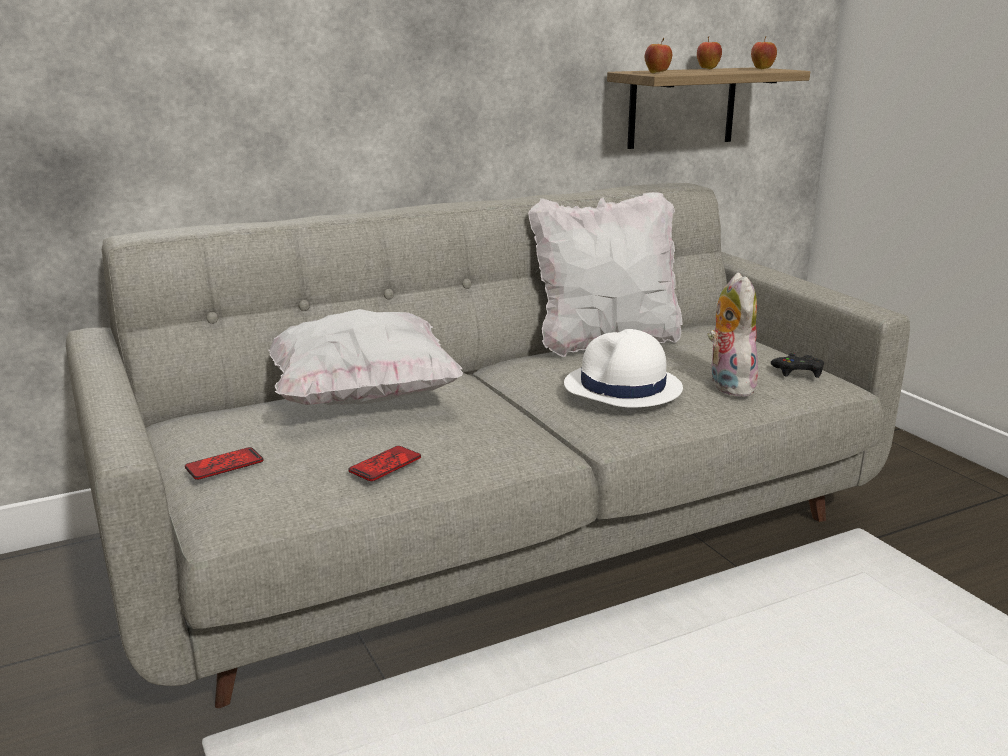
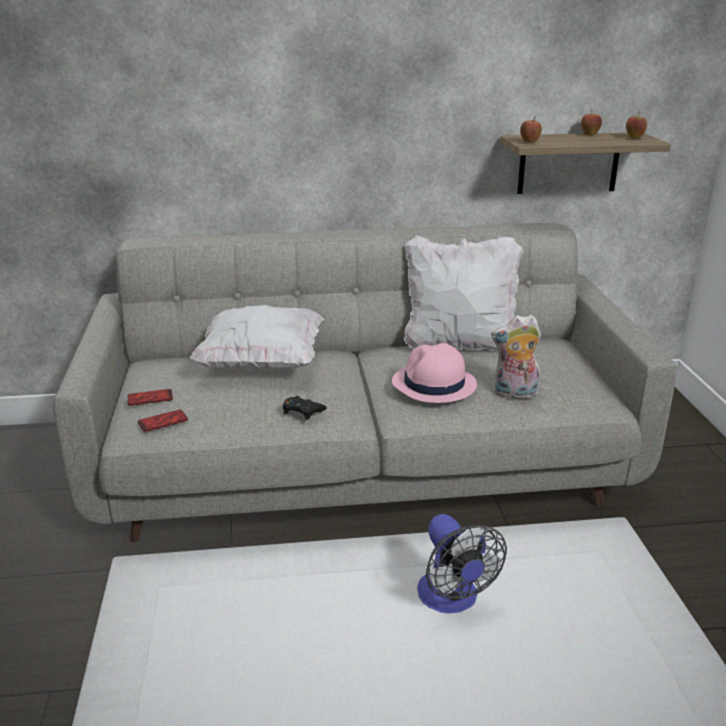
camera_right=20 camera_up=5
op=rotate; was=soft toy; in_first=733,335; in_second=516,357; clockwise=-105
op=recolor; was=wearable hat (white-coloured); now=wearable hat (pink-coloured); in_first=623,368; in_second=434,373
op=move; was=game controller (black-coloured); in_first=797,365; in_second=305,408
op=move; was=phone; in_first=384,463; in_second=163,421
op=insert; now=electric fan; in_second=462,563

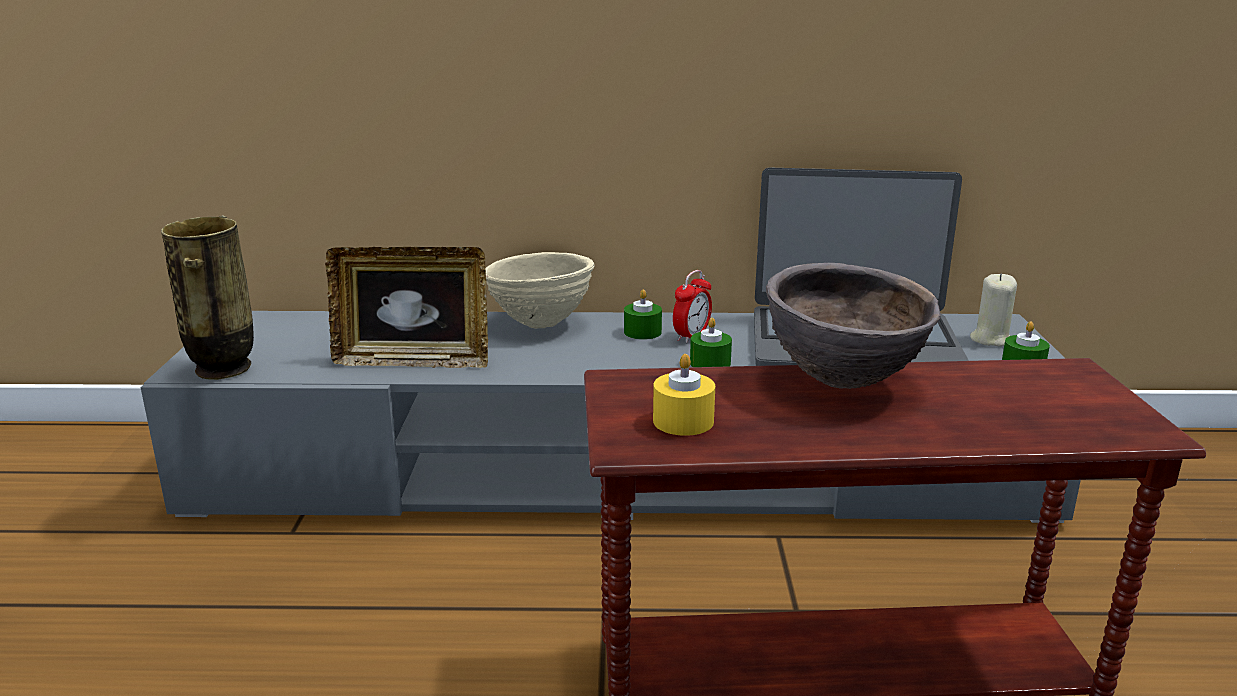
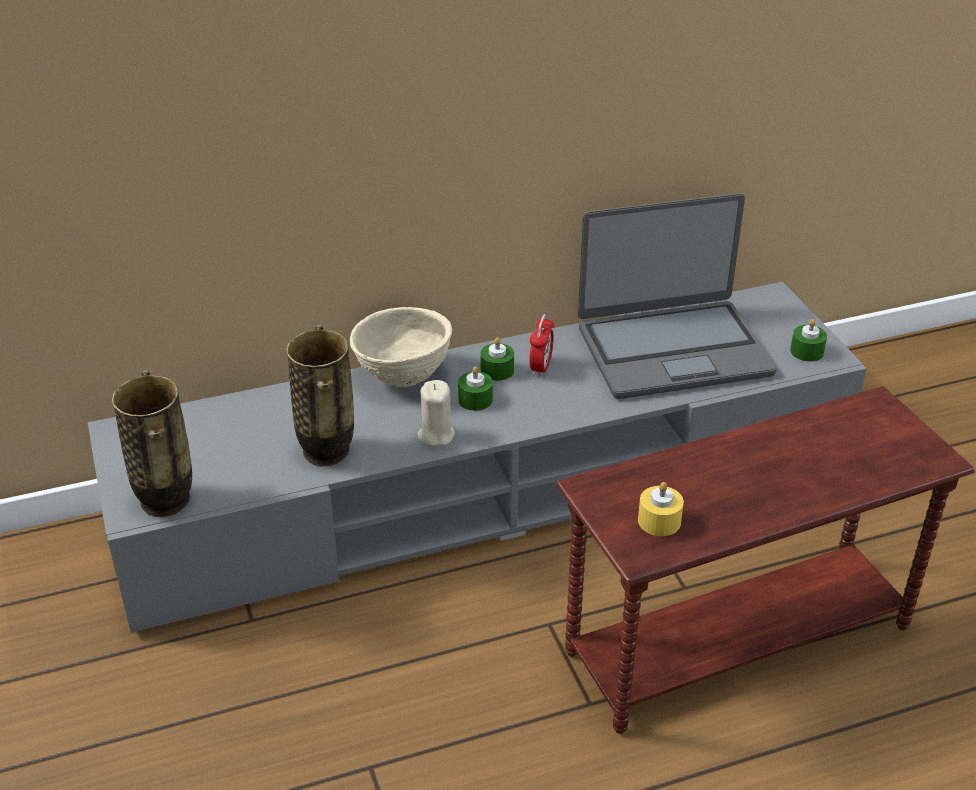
camera_right=-20 camera_up=15
op=replace; was=photo frame; now=vase; in_first=406,307; in_second=320,395
op=delete; was=bowl (brown-coloured); in_first=853,326
op=move; was=wax candle (beige); in_first=993,310; in_second=436,413
op=move; was=wax candle (green); in_first=711,342; in_second=475,388

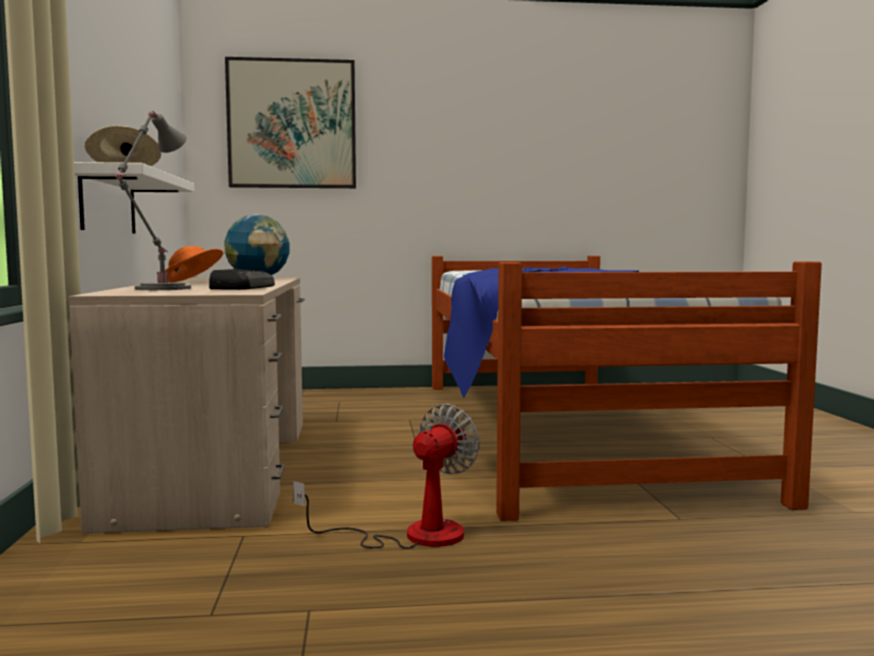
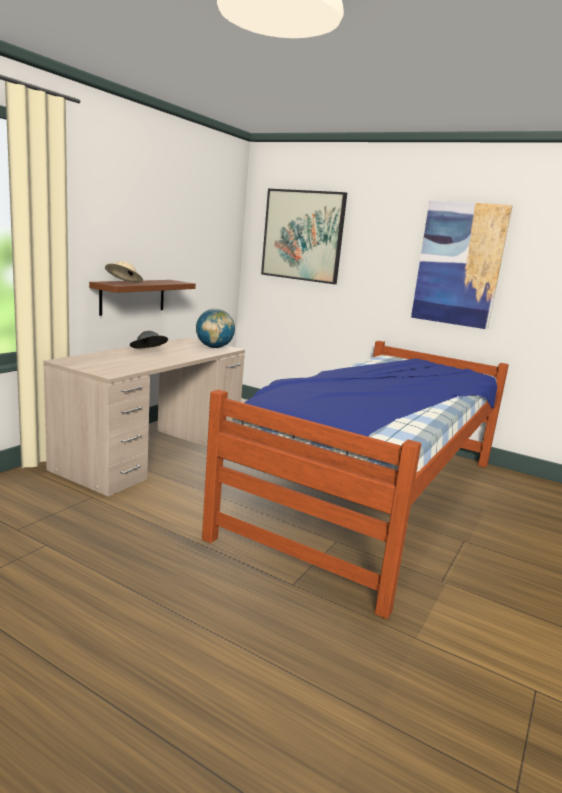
camera_right=35 camera_up=10
op=delete; was=lamp for a table (grey); in_first=153,200
op=recolor; was=bracket shelf (white-coloured); now=bracket shelf (brown-coloured); in_first=134,198; in_second=142,298
op=recolor; was=wearable hat (orange); now=wearable hat (grey); in_first=194,264; in_second=149,339
op=delete; was=radio set; in_first=242,279
op=delete; was=electric fan; in_first=386,476
op=insert; now=wall picture; in_second=462,264

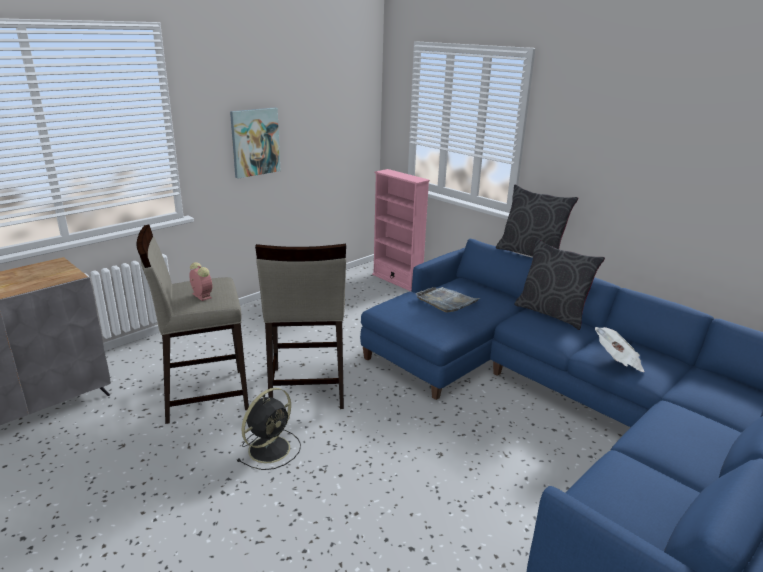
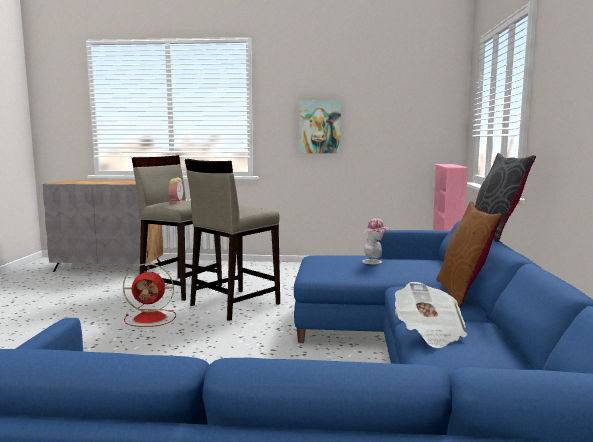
camera_right=50 camera_up=-15
op=recolor; was=cushion (grey); now=cushion (brown-coloured); in_first=559,284; in_second=469,254
op=replace; was=carrying tray (grey); now=wearable hat; in_first=447,300; in_second=376,241
op=recolor; was=electric fan (black-coloured); now=electric fan (red-coloured); in_first=269,429; in_second=149,295

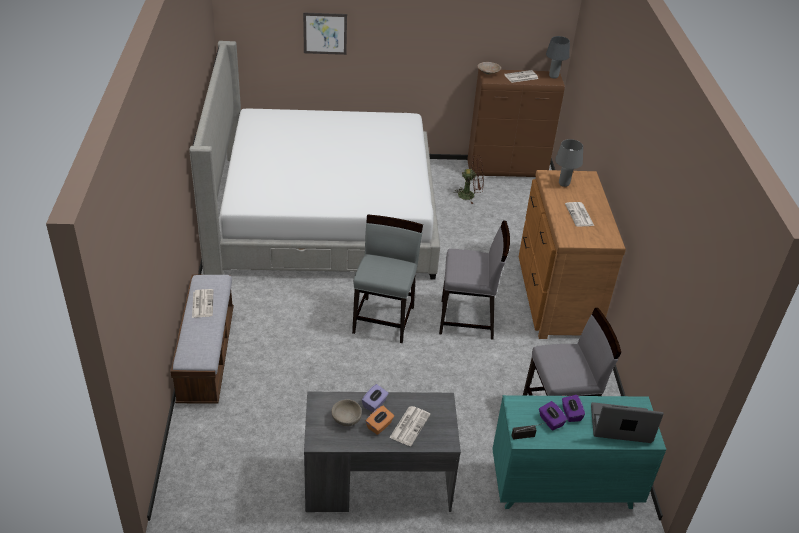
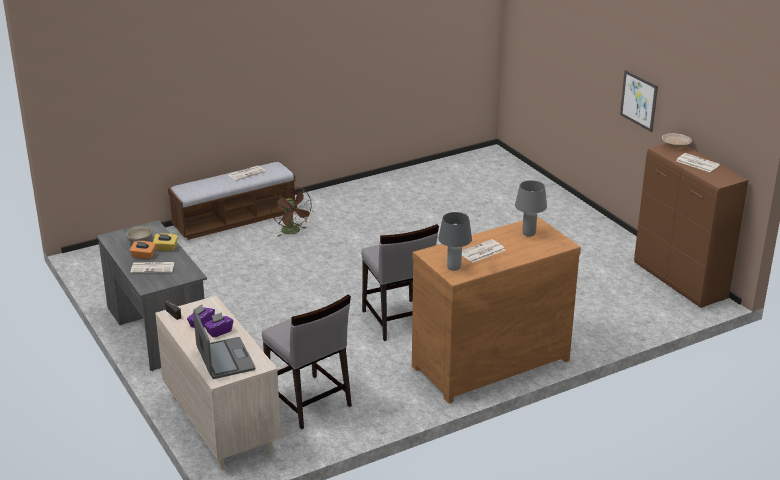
camera_right=65 camera_up=-10
op=move; was=wall picture; in_first=325,33; in_second=639,101
op=move; was=lamp for a table (grey); in_first=558,57; in_second=455,241
op=delete; was=bedroom bed; in_first=314,160
op=move; was=electric fan (brown-coloured); in_first=469,180; in_second=292,211
op=delete; was=chair (grey); in_first=387,279
op=recolor; was=tissue holder (purple-coloured); now=tissue holder (yellowish); in_first=375,398; in_second=165,242
op=recolor; was=drawer chest (blue-green); now=drawer chest (beige); in_first=579,452; in_second=218,382

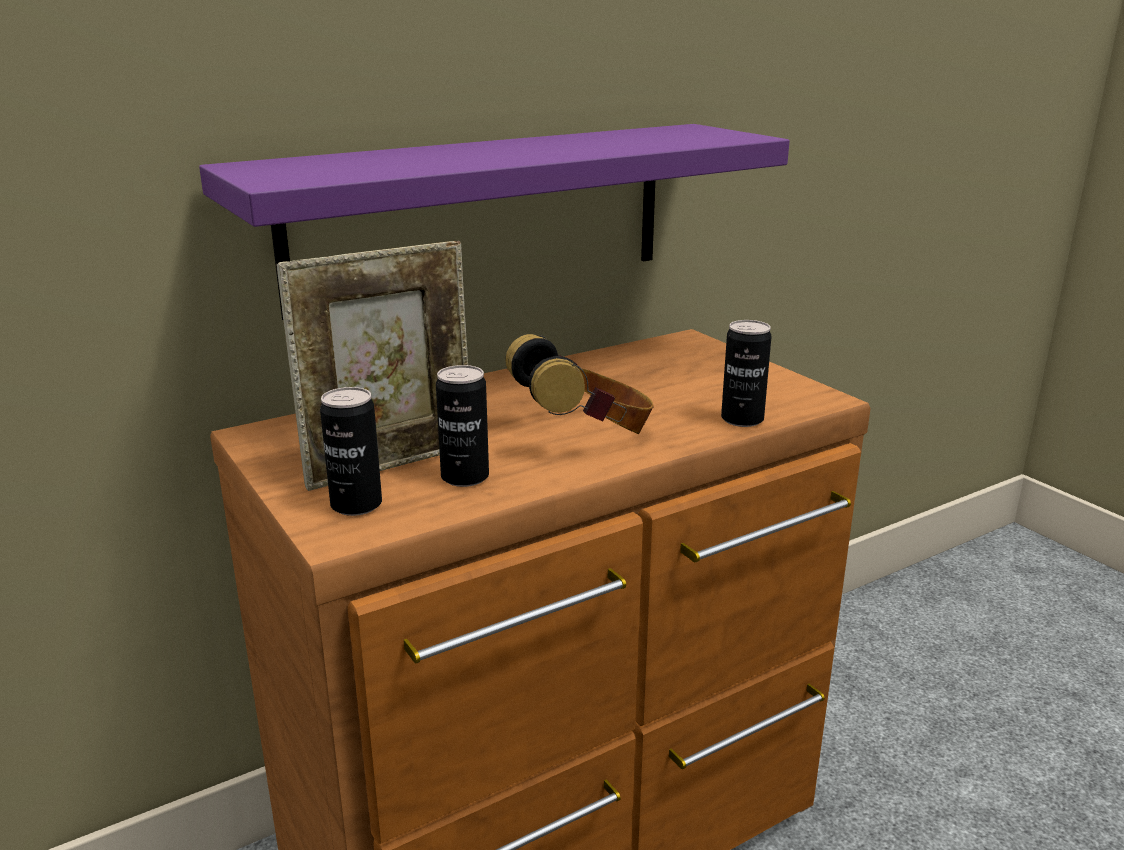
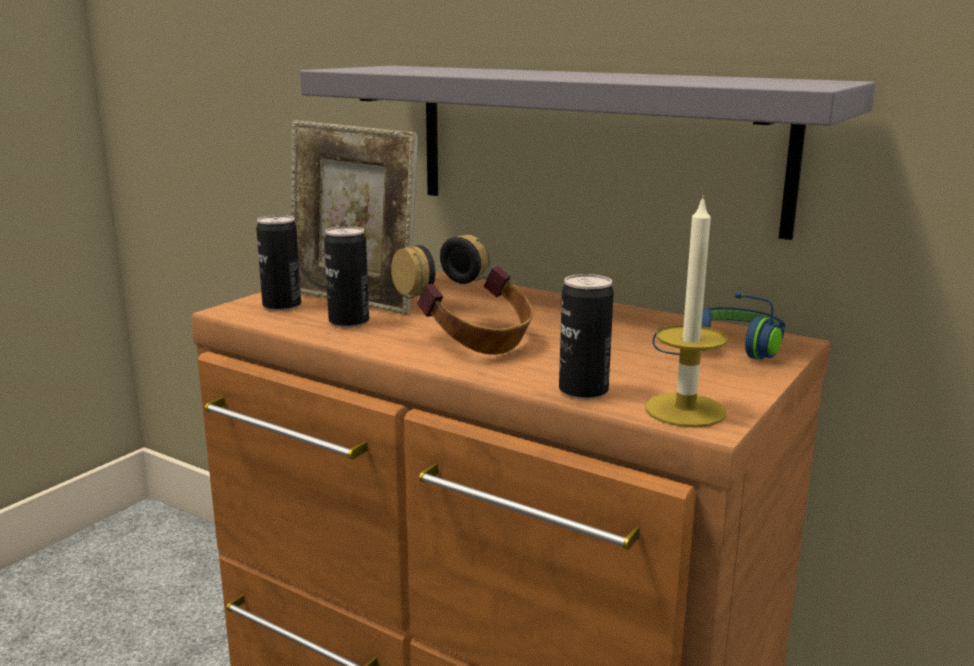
camera_right=65 camera_up=-5
op=recolor; was=bracket shelf (purple-coloured); now=bracket shelf (grey); in_first=494,222; in_second=587,153
op=insert; now=wax candle; in_second=686,311
op=insert; now=pair of headphones (bluish); in_second=719,326

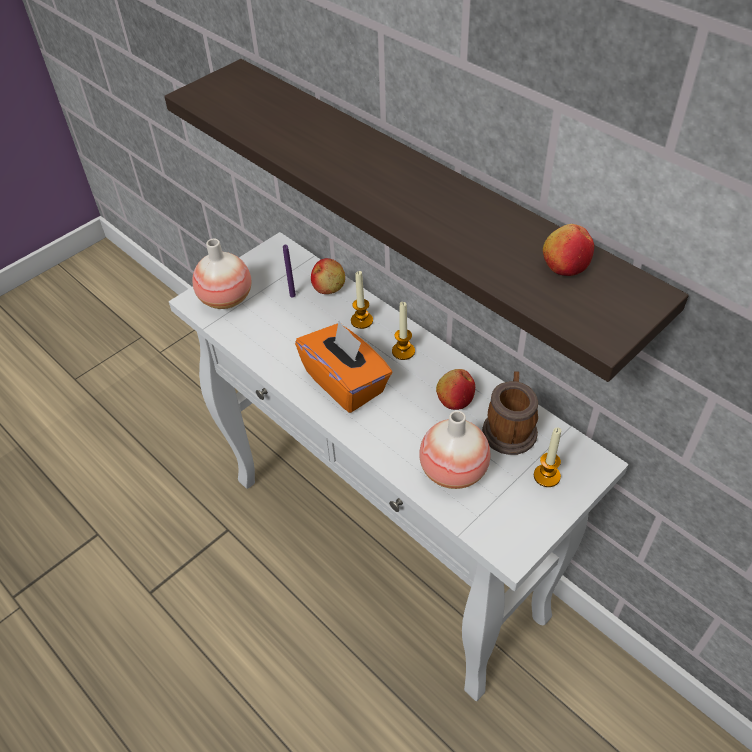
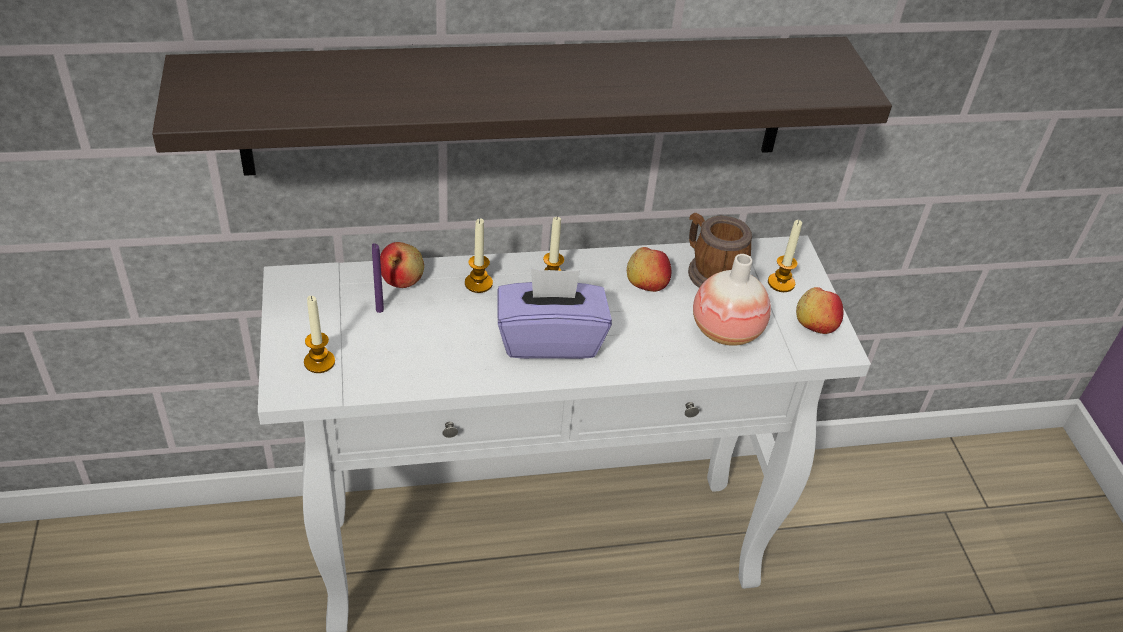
camera_right=-60 camera_up=-5
op=move; was=whole apple; in_first=568,250; in_second=820,310
op=replace; was=vase; now=wax candle; in_first=221,274; in_second=319,334
op=recolor; was=tissue holder (orange); now=tissue holder (purple-coloured); in_first=344,367; in_second=554,313

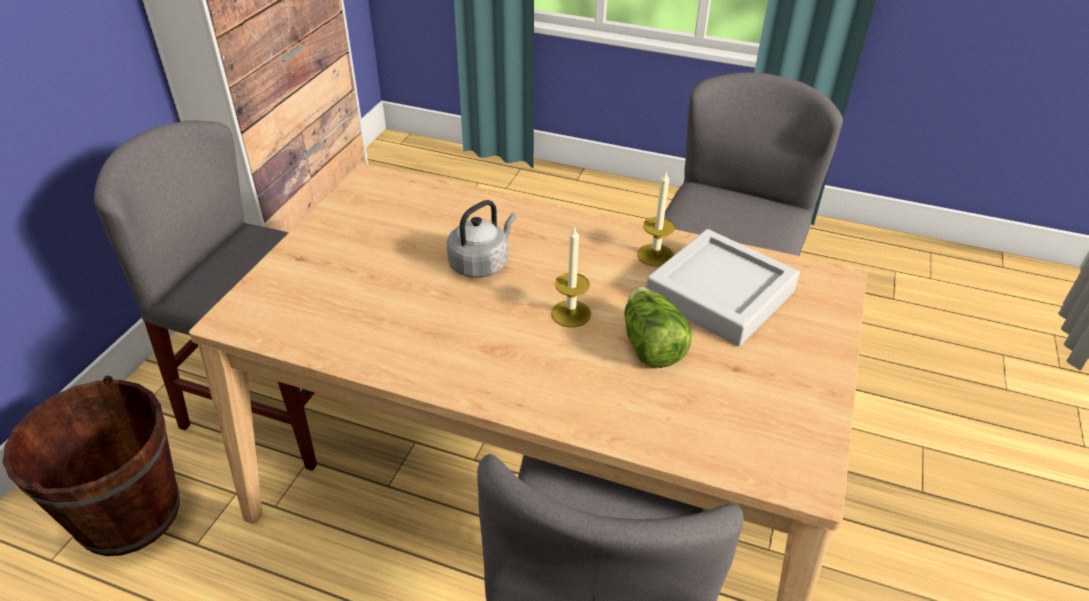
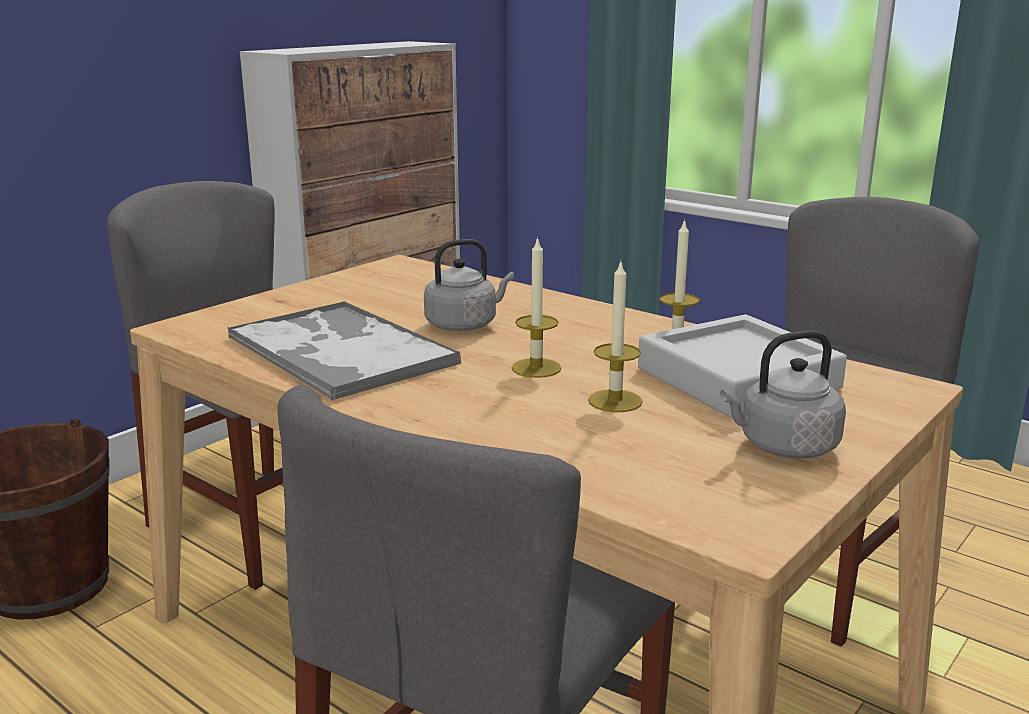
camera_right=20 camera_up=-20
op=replace; was=head of lettuce; now=wax candle; in_first=658,327; in_second=615,335
op=insert; now=carrying tray; in_second=344,351
op=insert; now=kettle (grey); in_second=783,394

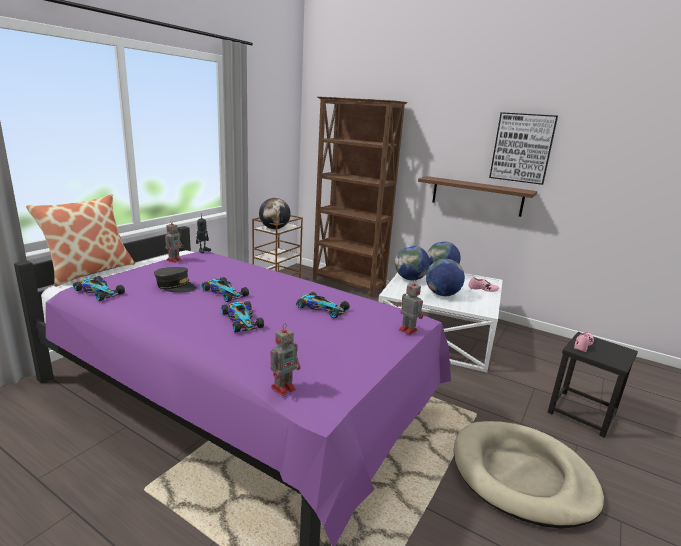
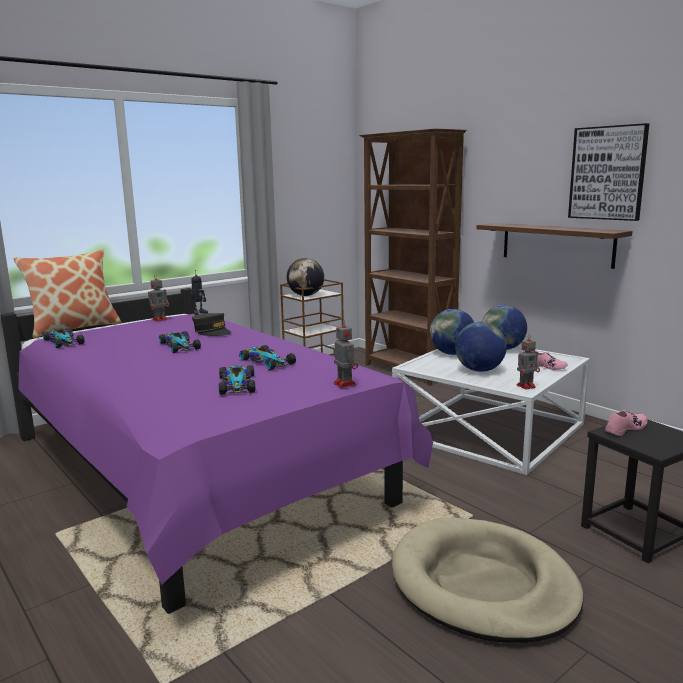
camera_right=20 camera_up=-5
op=move; was=peaked cap (grey); in_first=175,279; in_second=211,324
op=move; was=miniature car; in_first=242,316; in_second=237,380
op=move; was=toy robot; in_first=285,359; in_second=528,362

